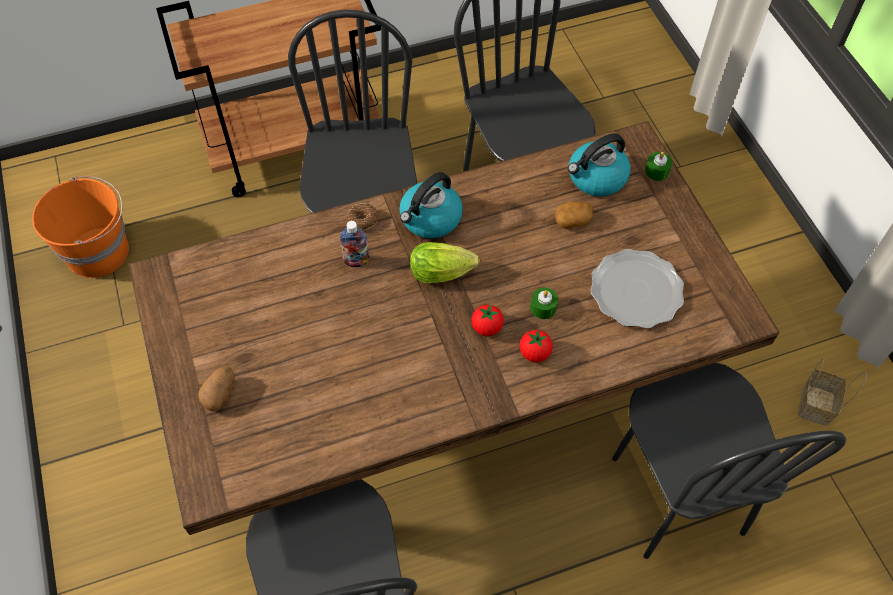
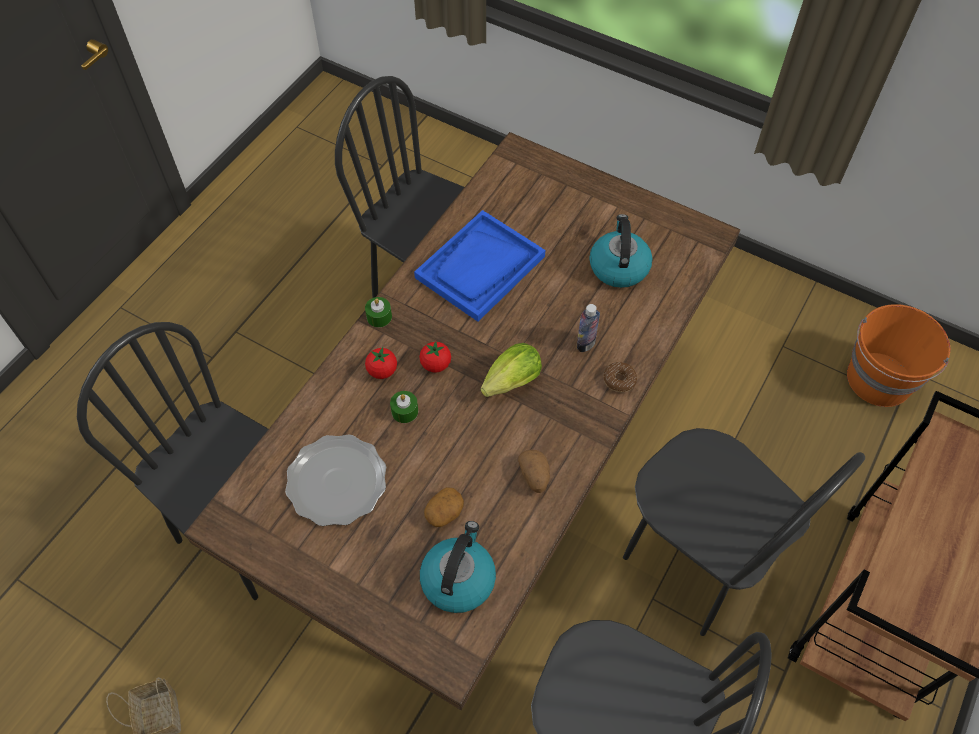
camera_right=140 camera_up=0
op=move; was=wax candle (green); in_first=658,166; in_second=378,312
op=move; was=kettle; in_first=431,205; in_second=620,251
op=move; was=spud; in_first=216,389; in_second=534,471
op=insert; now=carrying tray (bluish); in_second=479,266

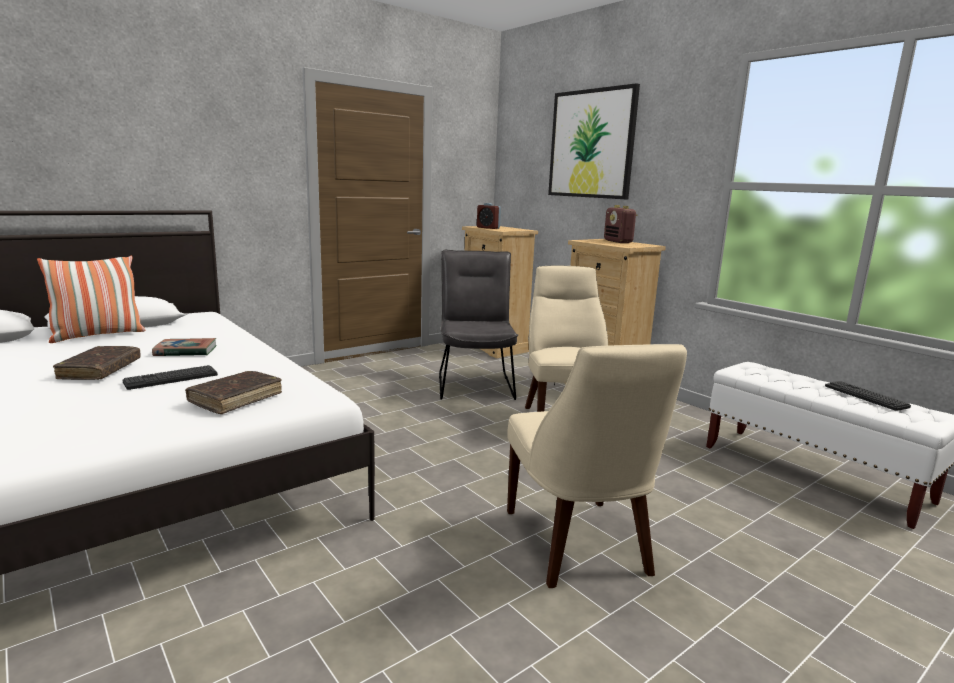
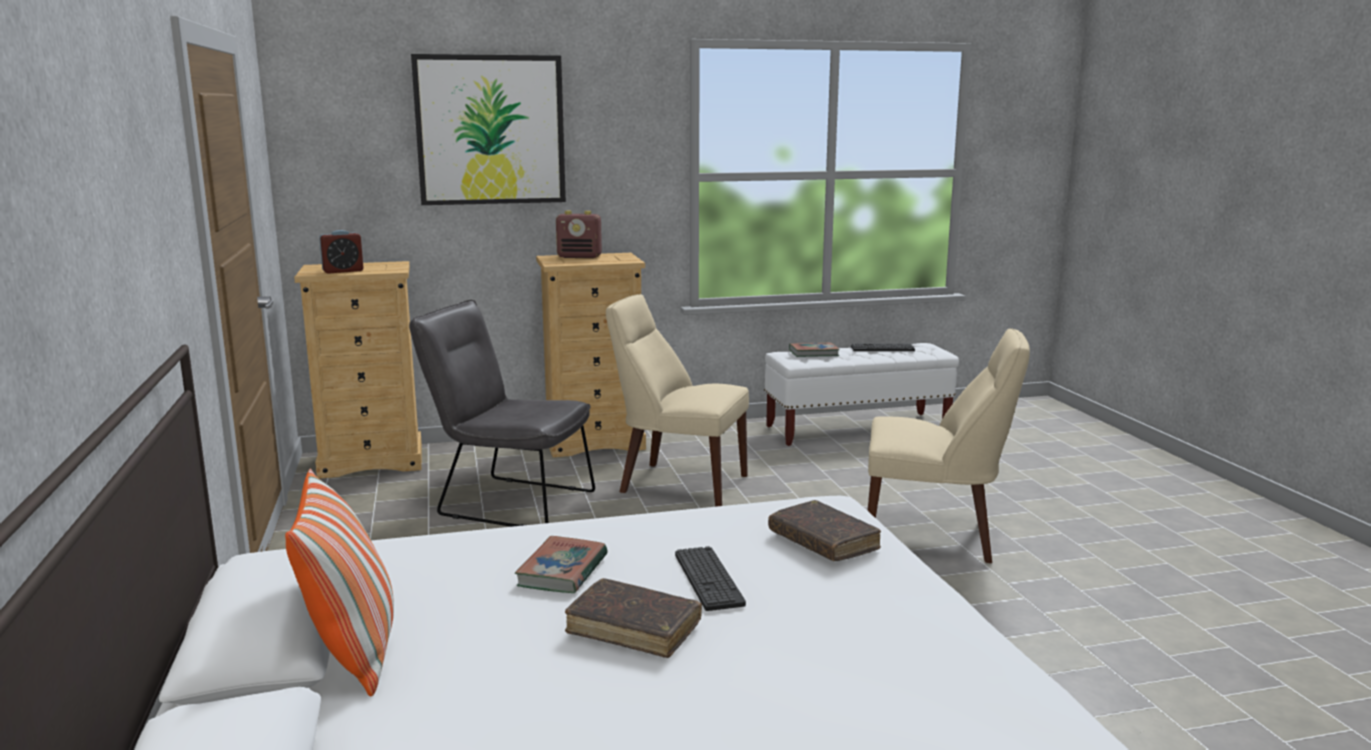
camera_right=-65 camera_up=0
op=insert; now=volume; in_second=814,349

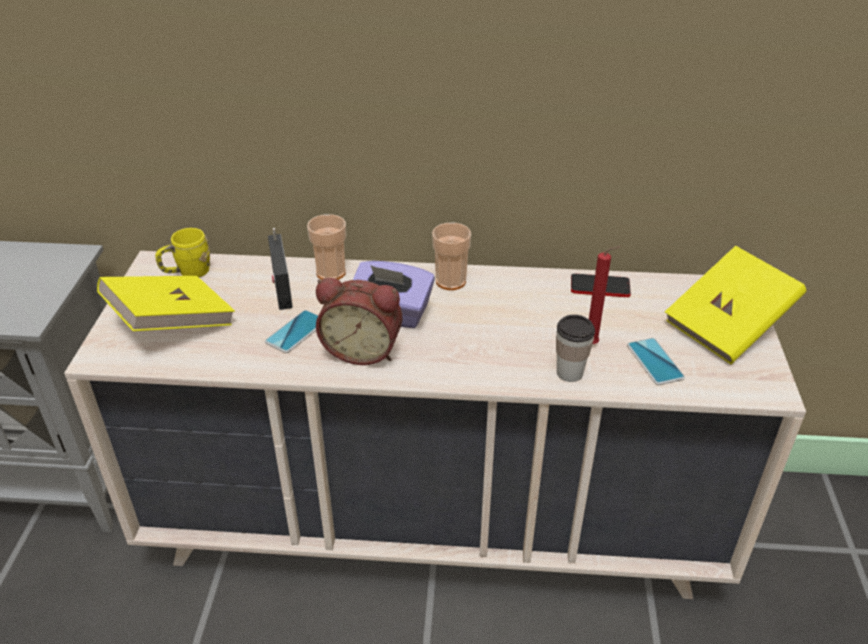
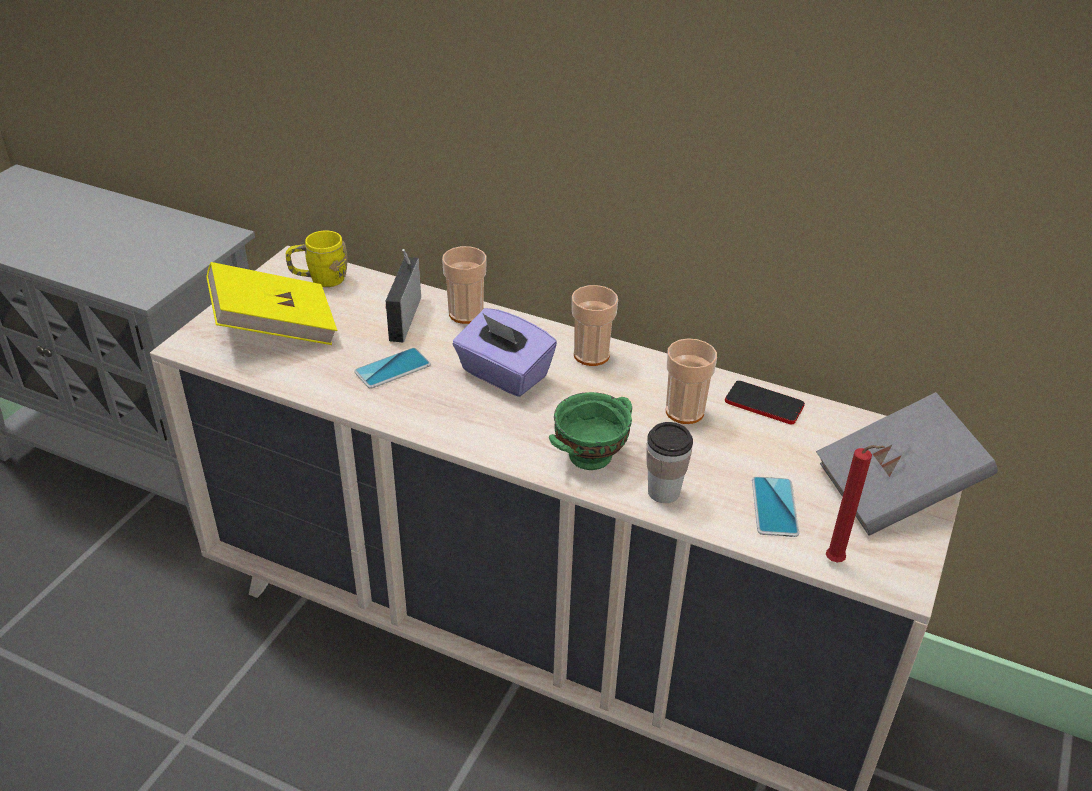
camera_right=20 camera_up=0
op=move; was=wax candle (red-coloured); in_first=604,295; in_second=855,503
op=recolor; was=volume (yellowish); now=volume (grey); in_first=735,305; in_second=907,464
op=delete; was=bedside clock; in_first=359,321
op=insert; now=small cup; in_second=691,381
op=insert; now=bowl (green); in_second=590,431

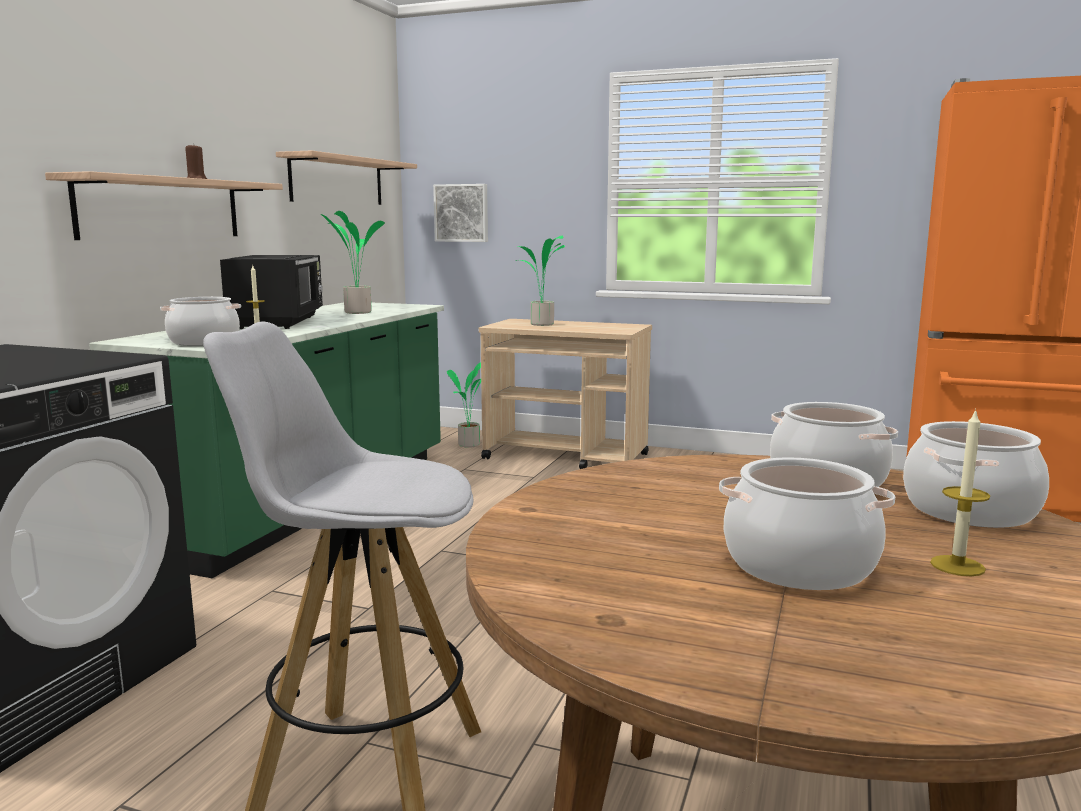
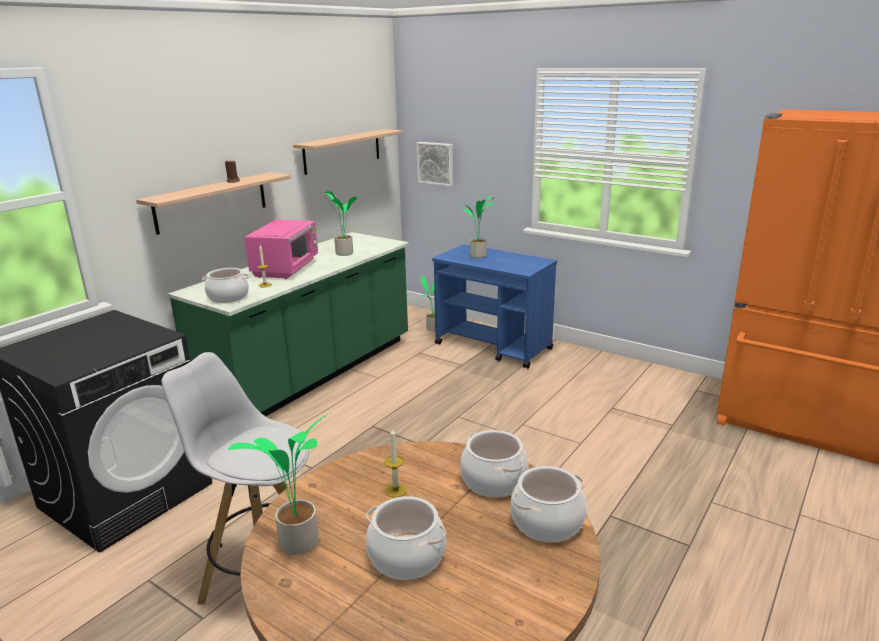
camera_right=15 camera_up=10
op=recolor; was=microwave oven (black-coloured); now=microwave oven (pink-coloured); in_first=271,292; in_second=281,249
op=recolor; was=cart (beige); now=cart (bluish); in_first=565,394; in_second=494,306
op=move; was=wax candle; in_first=960,492; in_second=396,462
op=insert; now=plant in a pot; in_second=280,484

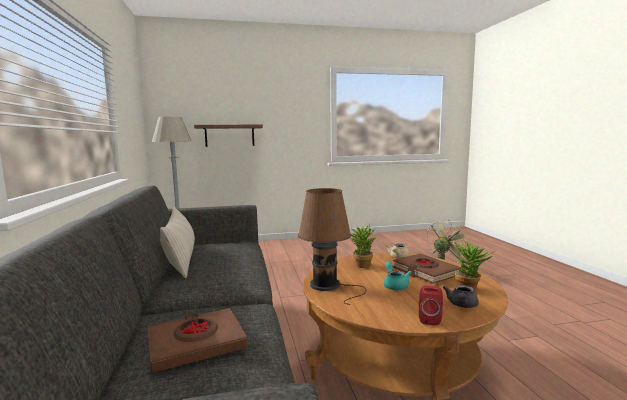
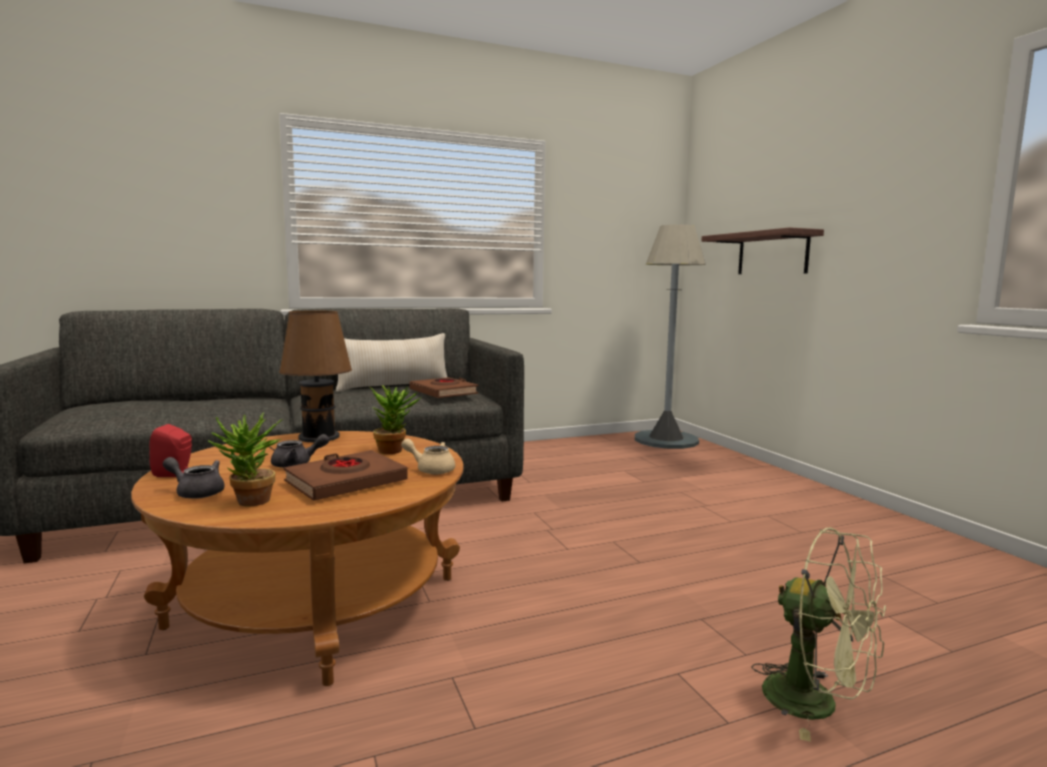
camera_right=80 camera_up=0
op=recolor; was=tea pot (blue-green); now=tea pot (grey); in_first=397,276; in_second=300,451
op=move; was=volume (brown-coloured); in_first=197,340; in_second=443,387

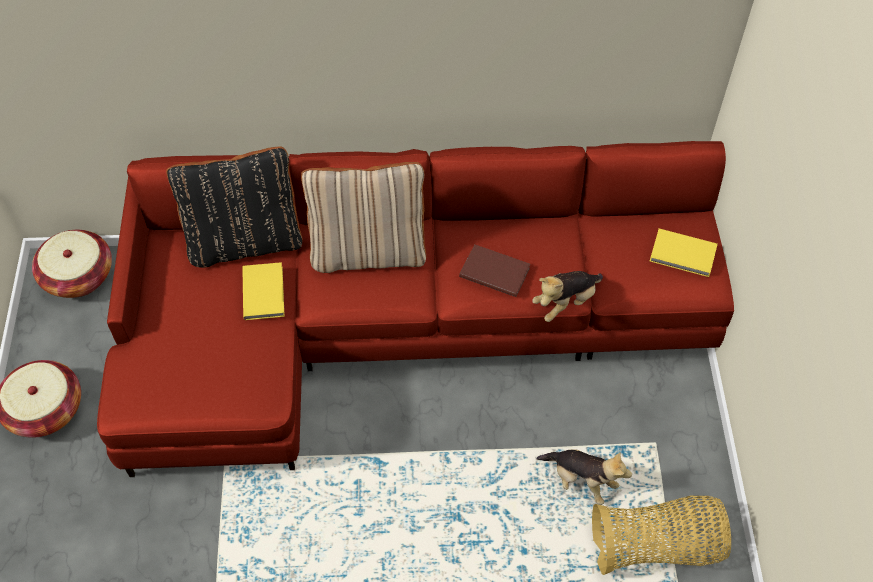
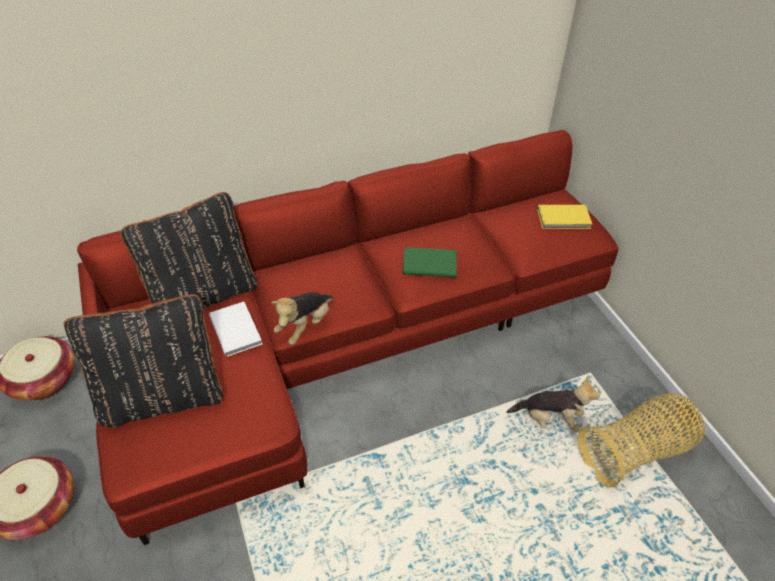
camera_right=-20 camera_up=-10
op=delete; was=cushion (beige); in_first=364,217
op=recolor; was=volume (brown-coloured); now=volume (green); in_first=495,270; in_second=429,262
op=recolor; was=volume (yellowish); now=volume (white-coloured); in_first=263,291; in_second=235,329
op=move; was=soft toy; in_first=567,296; in_second=302,318
op=insert; now=cushion (black-coloured); in_second=143,361

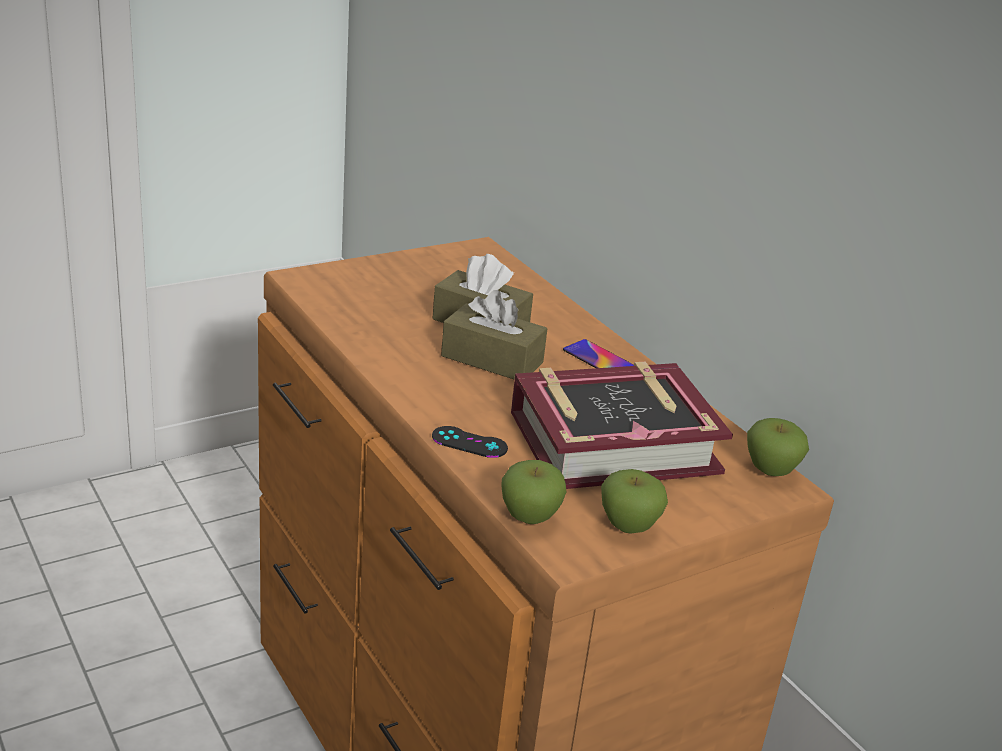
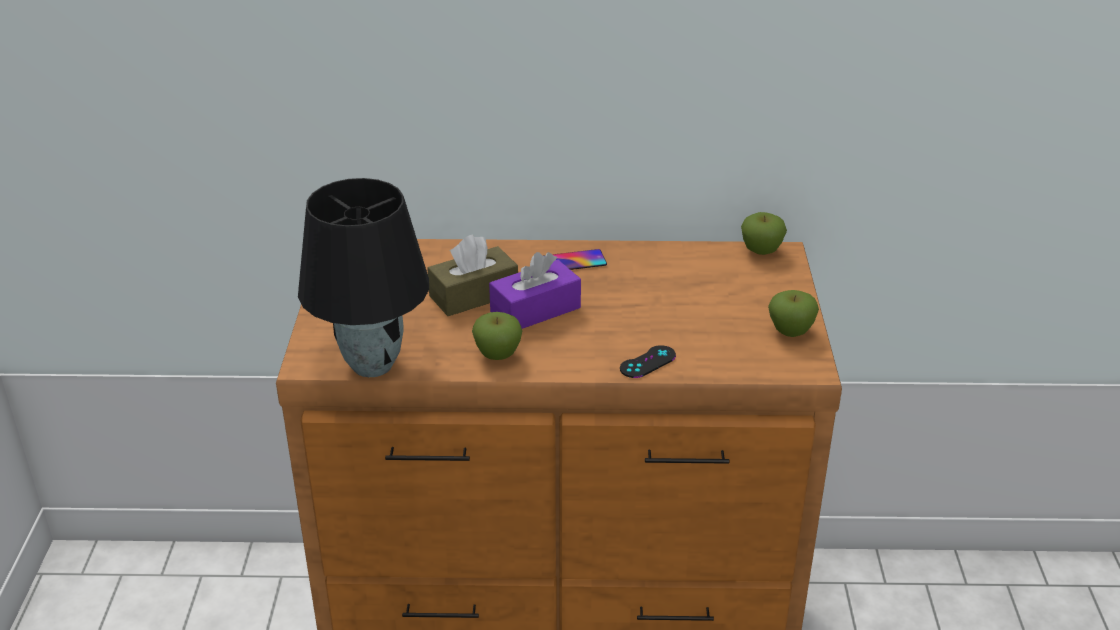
camera_right=-55 camera_up=5
op=recolor; was=tissue holder (brown-coloured); now=tissue holder (purple-coloured); in_first=494,335; in_second=535,290
op=delete; was=volume; in_first=622,425
op=move; was=whole apple; in_first=533,492; in_second=497,336
op=insert; now=lamp for a table (black-coloured); in_second=363,277

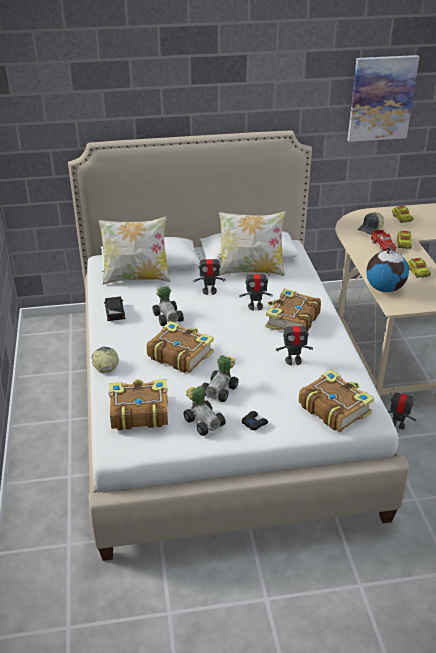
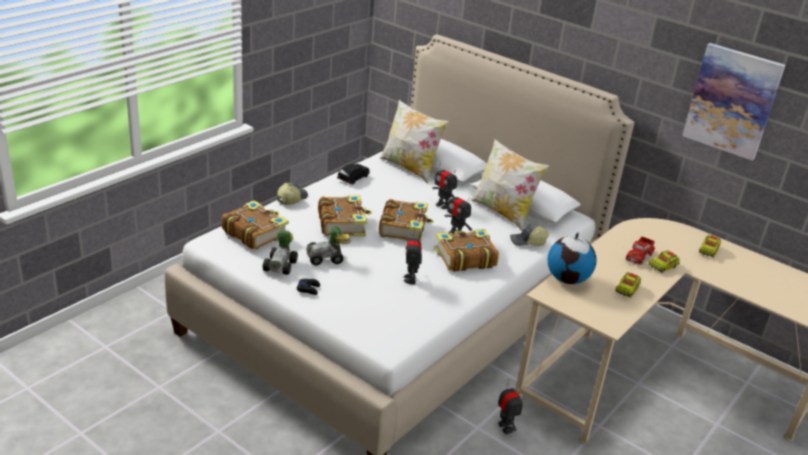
camera_right=45 camera_up=-5
op=move; was=peaked cap; in_first=371,223; in_second=529,235
op=delete; was=miniature car; in_first=168,306
op=rotate; was=toy robot; in_first=294,343; in_second=413,255; clockwise=45
op=move; was=volume; in_first=336,400; in_second=406,220

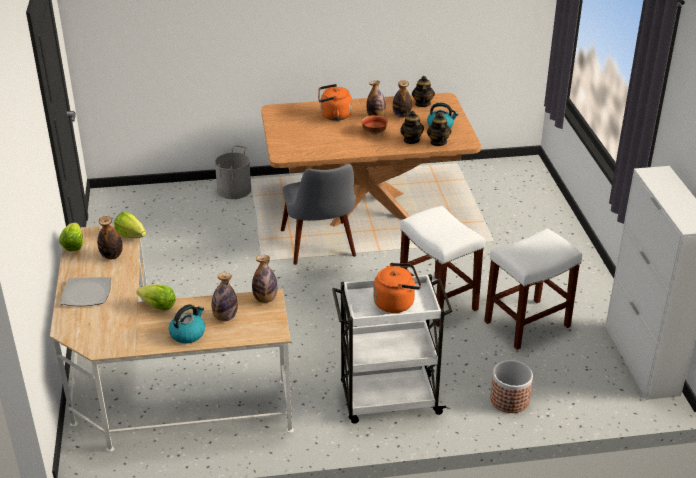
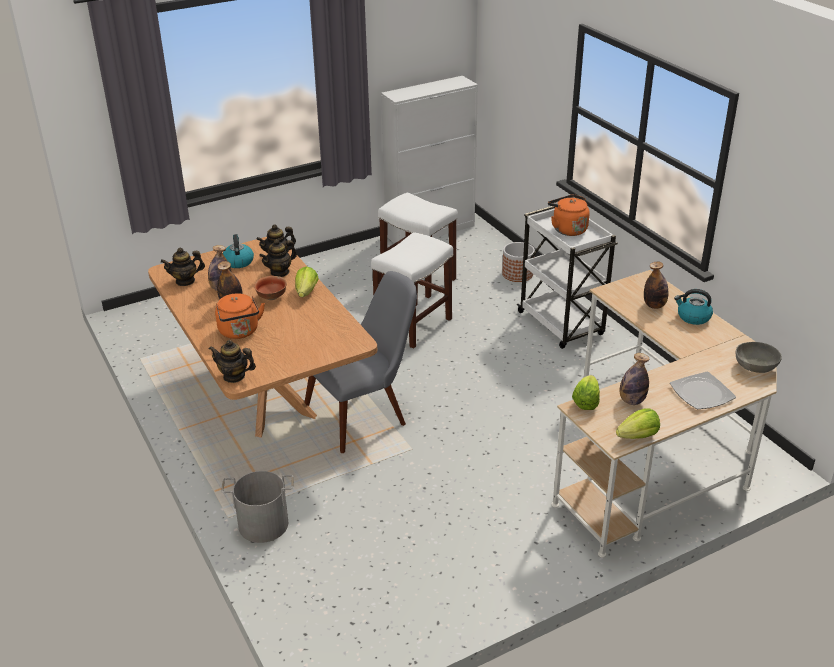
camera_right=-110 camera_up=0
op=delete; was=bottle; in_first=265,279
op=move; was=head of lettuce; in_first=156,298; in_second=307,281
op=insert; now=tea pot; in_second=232,361
op=insert; now=bowl (grey); in_second=759,357

